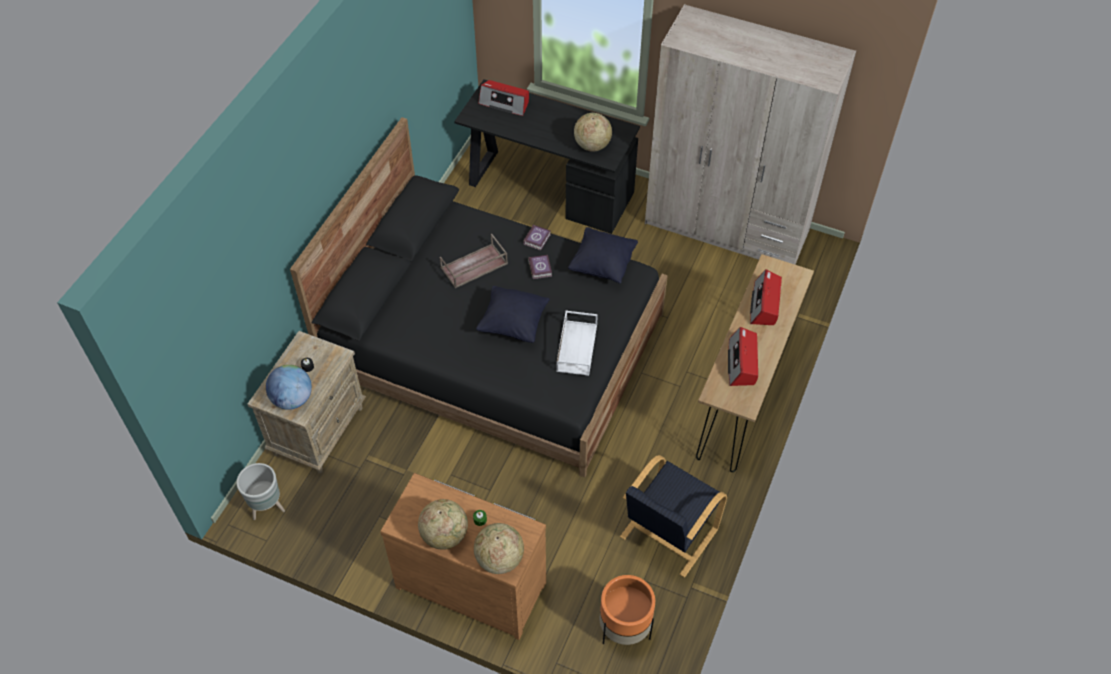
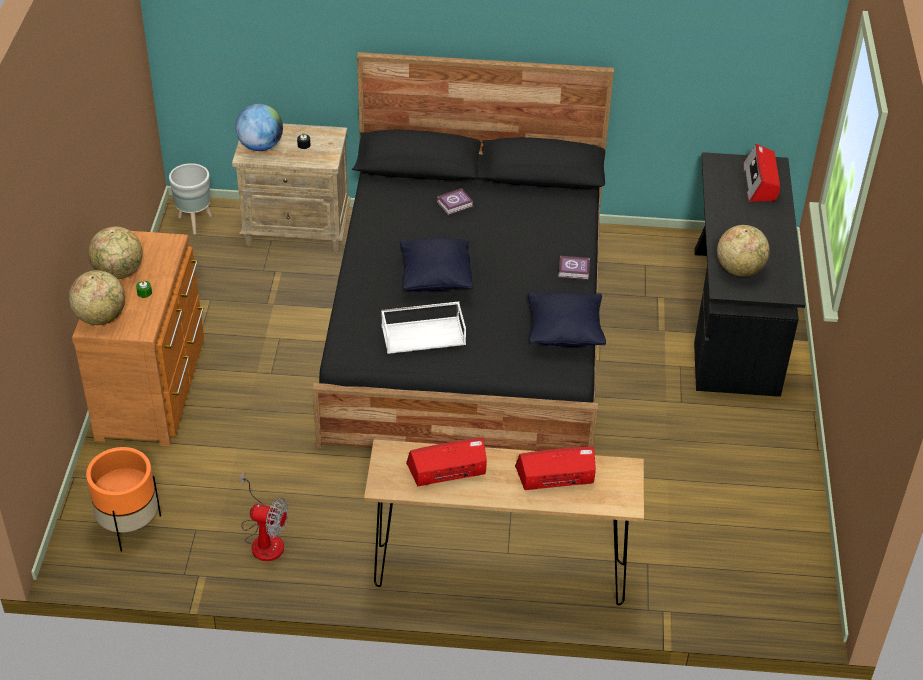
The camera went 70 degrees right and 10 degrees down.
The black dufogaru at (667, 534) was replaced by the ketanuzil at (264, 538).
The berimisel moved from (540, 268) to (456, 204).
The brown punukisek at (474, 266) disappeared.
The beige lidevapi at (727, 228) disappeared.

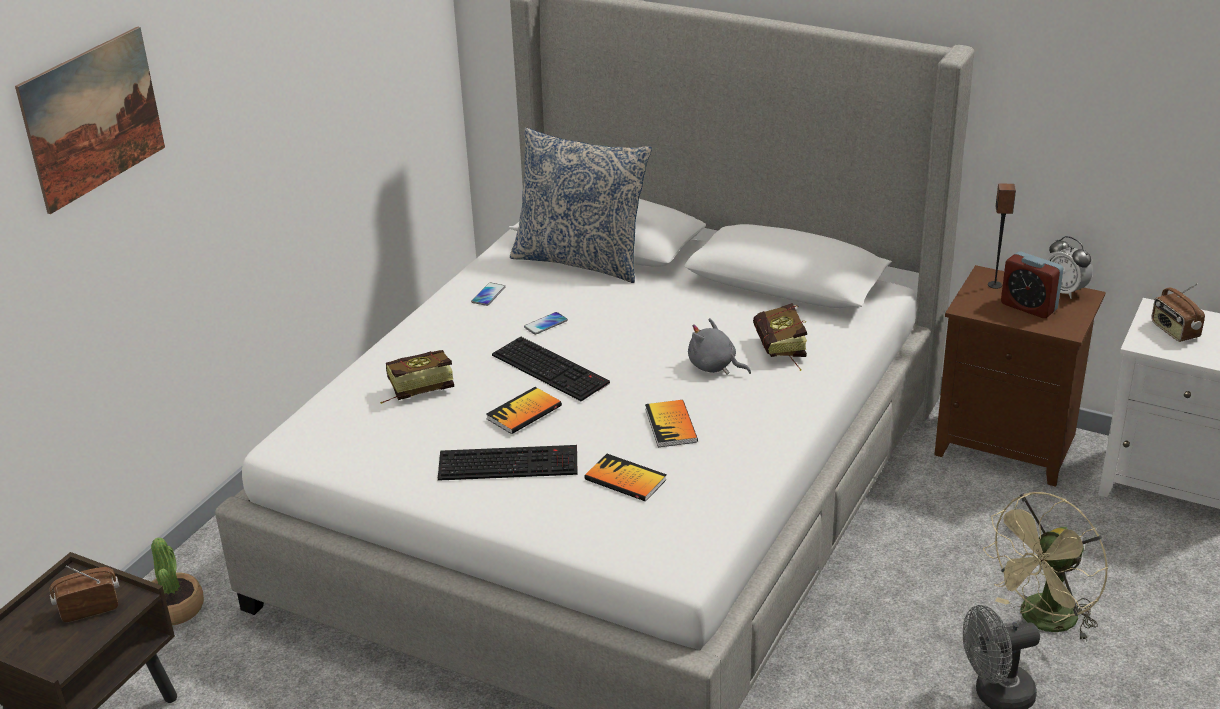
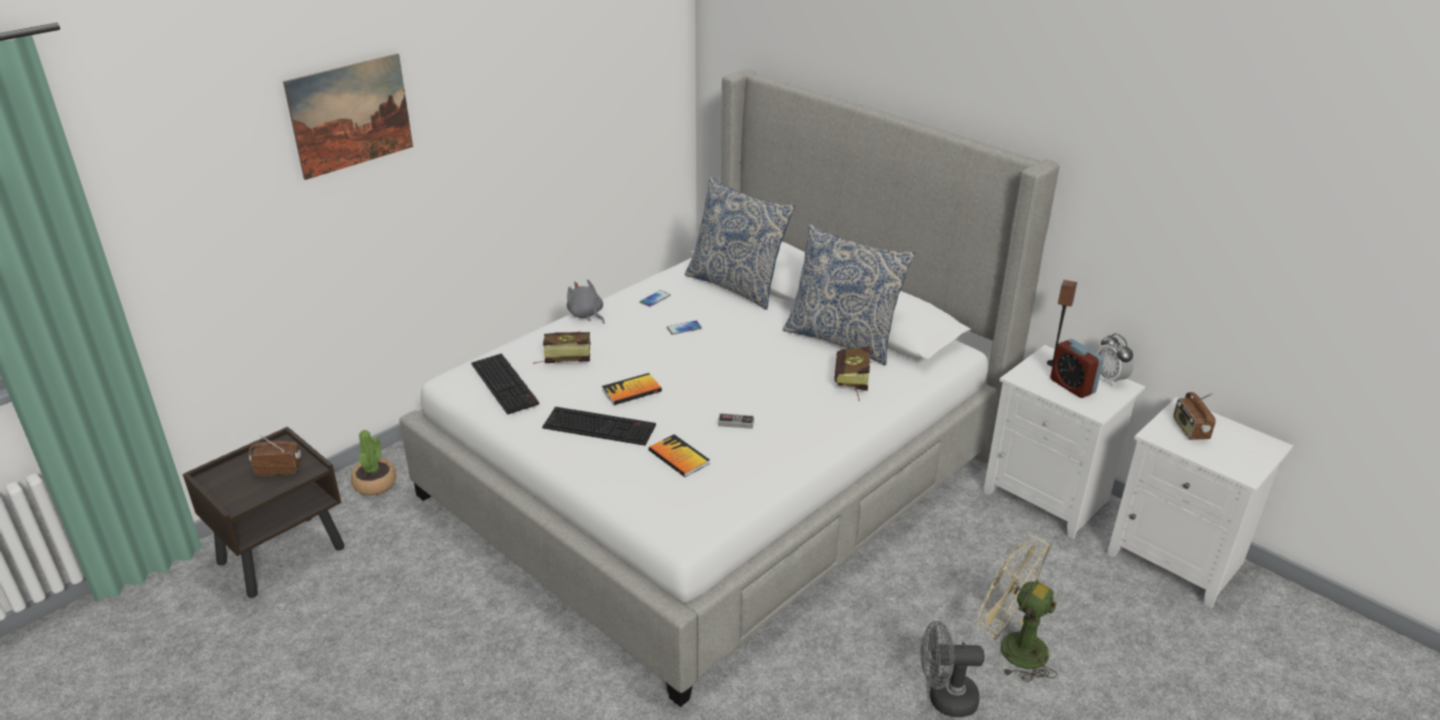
The camera went 15 degrees right and 0 degrees up.
The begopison moved from (552, 369) to (506, 384).
The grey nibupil moved from (714, 367) to (586, 315).
The berimisel at (671, 425) was replaced by the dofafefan at (735, 423).
The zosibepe at (842, 339) appeared.
The beige ketanuzil at (1042, 622) turned 60 degrees clockwise.
The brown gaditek at (1009, 444) became the white gaditek at (1049, 496).

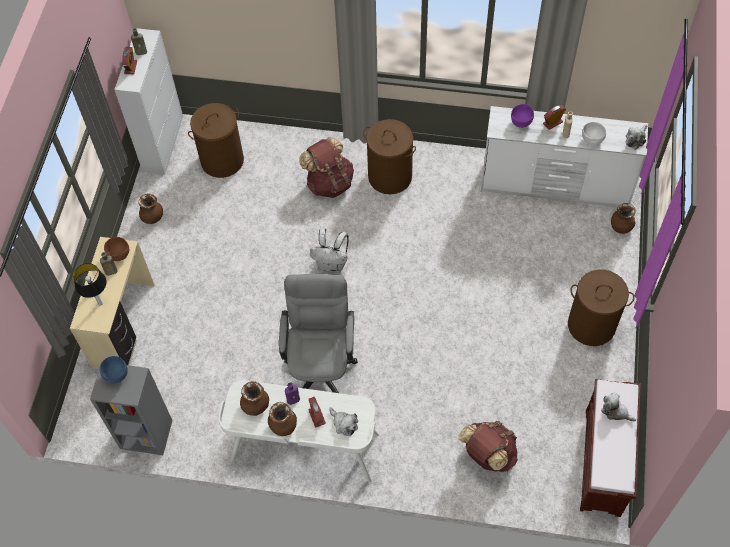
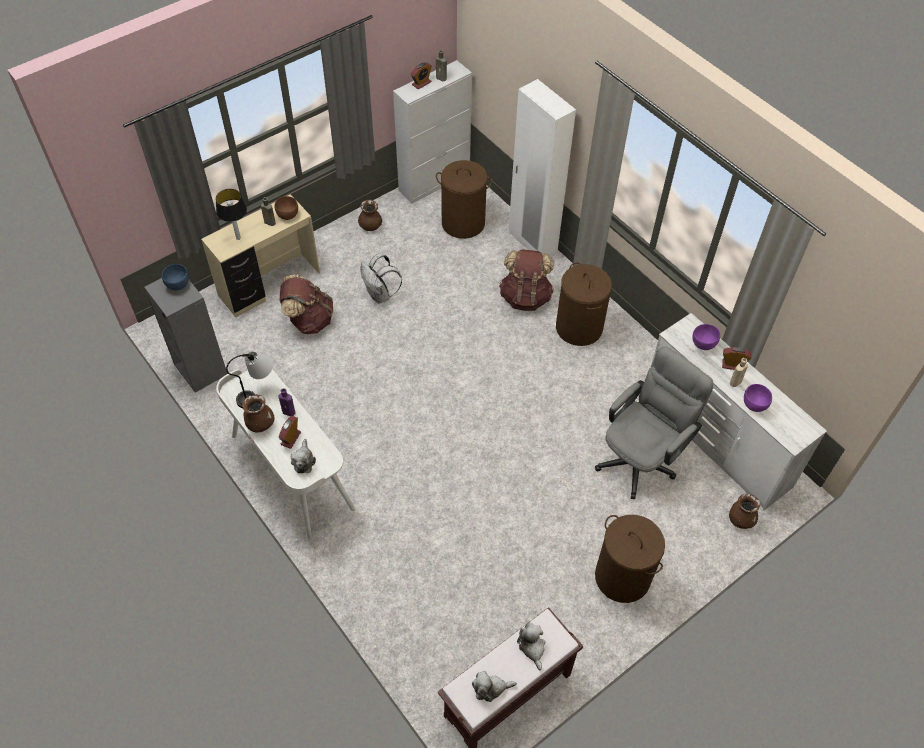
The camera went 40 degrees right and 5 degrees down.
The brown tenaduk at (255, 406) was replaced by the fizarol at (258, 393).
The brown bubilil moved from (487, 455) to (309, 320).
The white bubilil moved from (332, 264) to (380, 295).
The nibupil moved from (635, 139) to (490, 688).
The white lidevapi at (532, 243) appeared.
The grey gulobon moved from (321, 364) to (641, 457).
The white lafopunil at (592, 140) became the purple lafopunil at (754, 405).

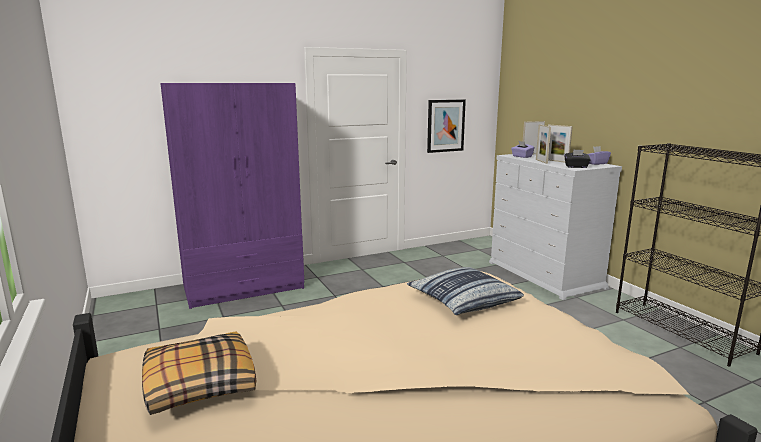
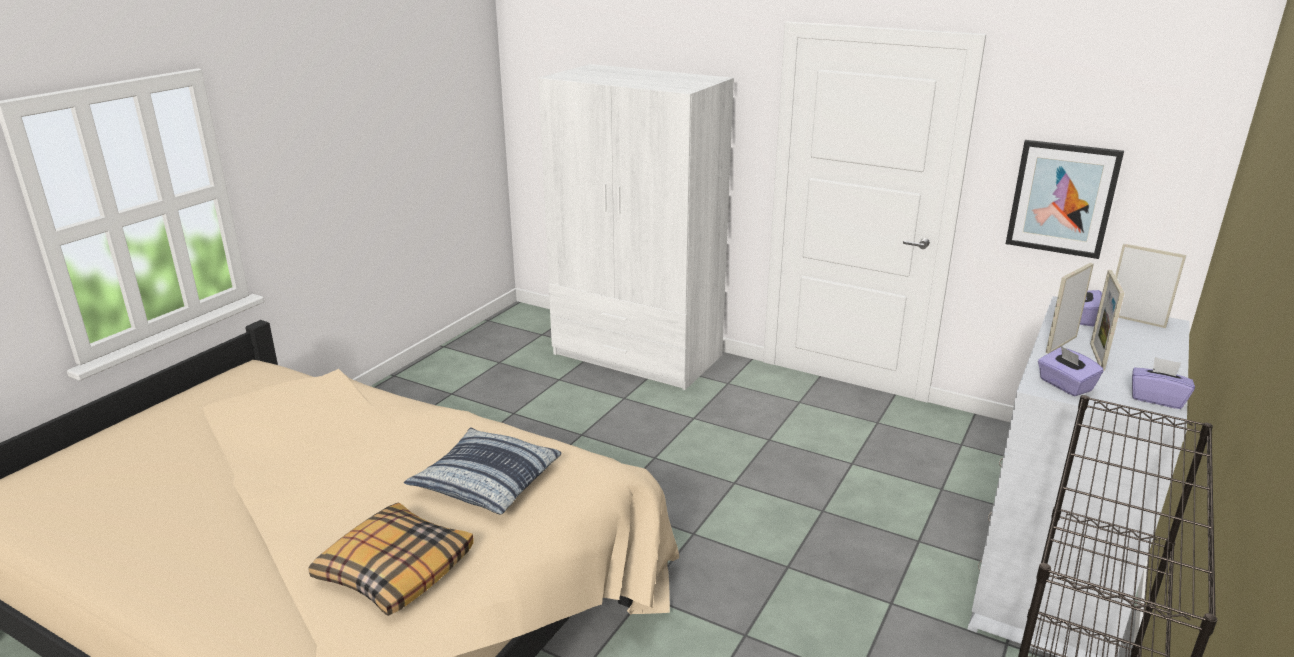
The camera went 55 degrees right and 10 degrees up.
The zosibepe moved from (199, 383) to (395, 570).
The purple lidevapi at (244, 287) became the white lidevapi at (637, 355).
The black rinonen at (576, 167) became the purple rinonen at (1065, 385).

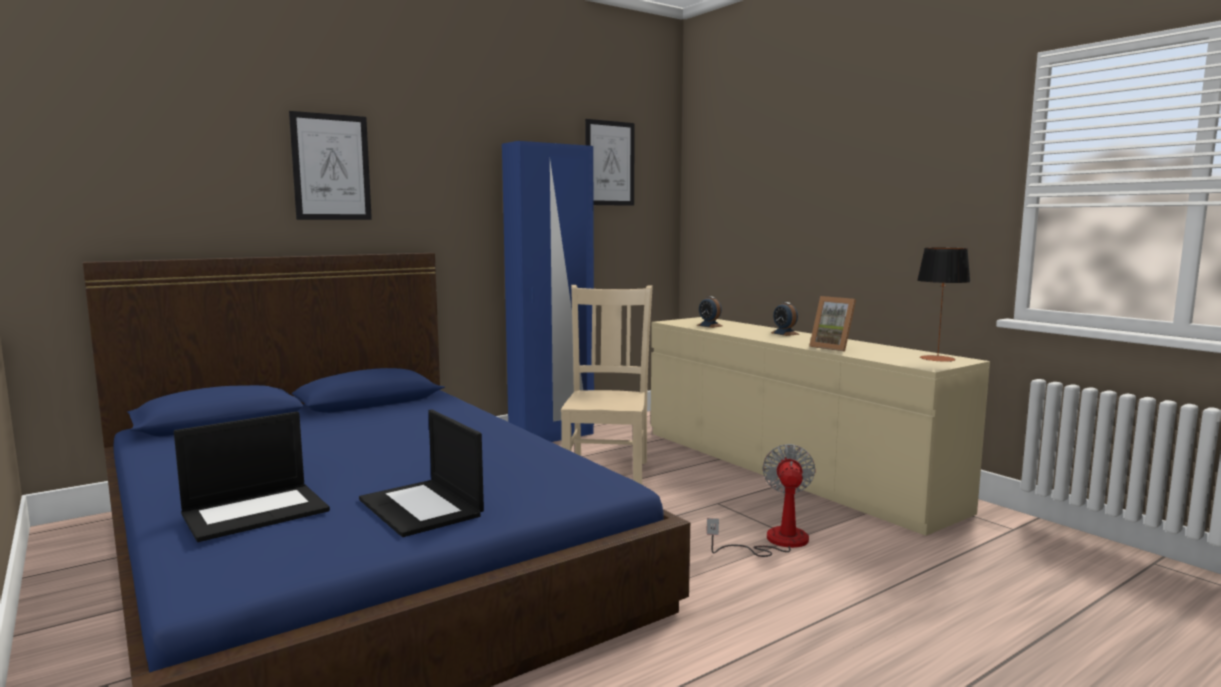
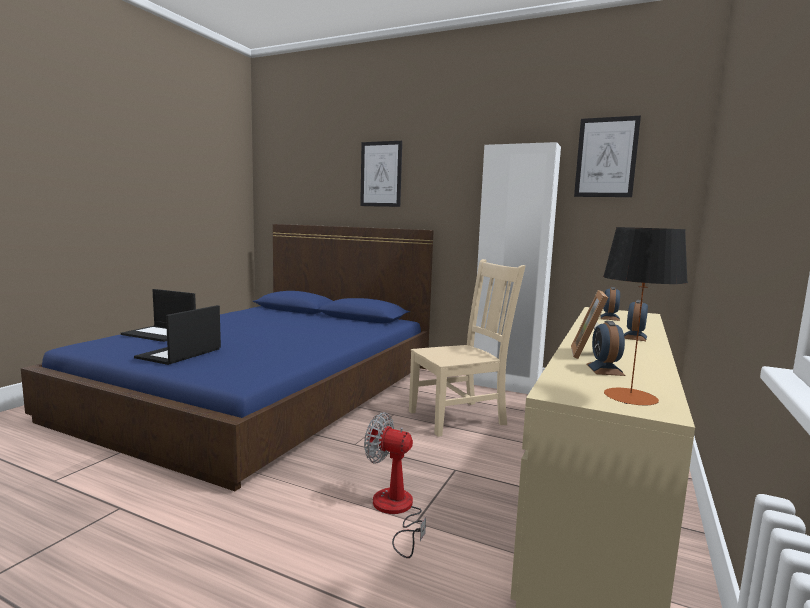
The camera went 60 degrees right and 0 degrees up.
The ketanuzil at (774, 542) turned 135 degrees counterclockwise.
The blue lidevapi at (552, 437) became the white lidevapi at (505, 386).
The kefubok at (605, 369) appeared.

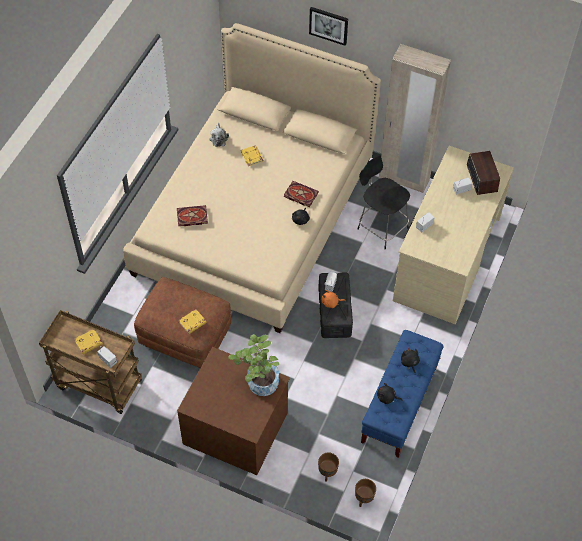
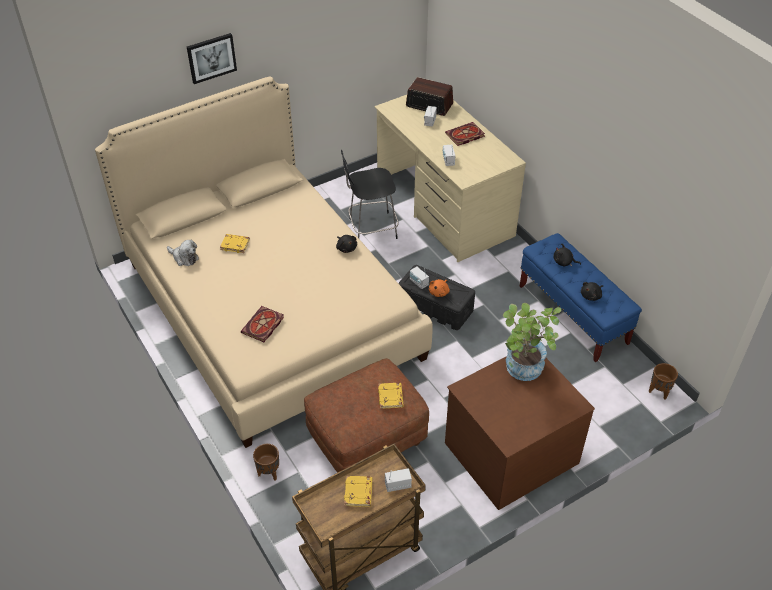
The camera went 55 degrees left and 10 degrees down.
The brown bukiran moved from (327, 473) to (269, 473).
The berimisel moved from (300, 195) to (464, 136).
The beige lidevapi at (403, 179) disappeared.

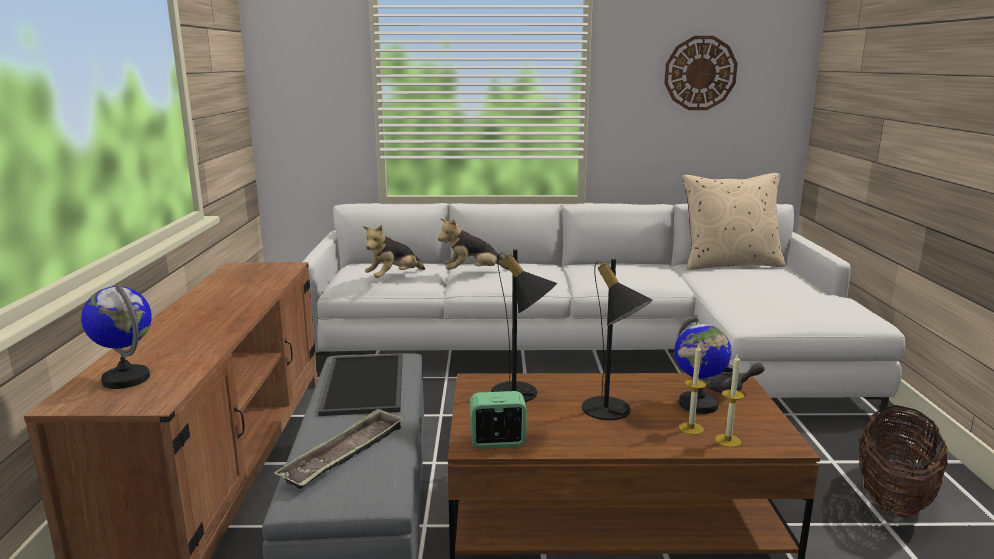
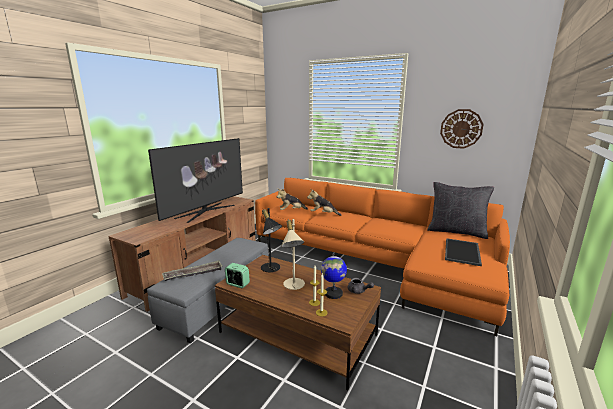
The camera went 30 degrees right and 0 degrees up.
The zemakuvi at (205, 211) appeared.
The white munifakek at (595, 353) became the orange munifakek at (376, 261).
The black fizarol at (612, 413) became the beige fizarol at (293, 286).
The beige zosibepe at (729, 264) became the black zosibepe at (456, 232).
The punukisek moved from (366, 384) to (463, 252).
The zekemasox at (126, 379) disappeared.
The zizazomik at (893, 498) disappeared.

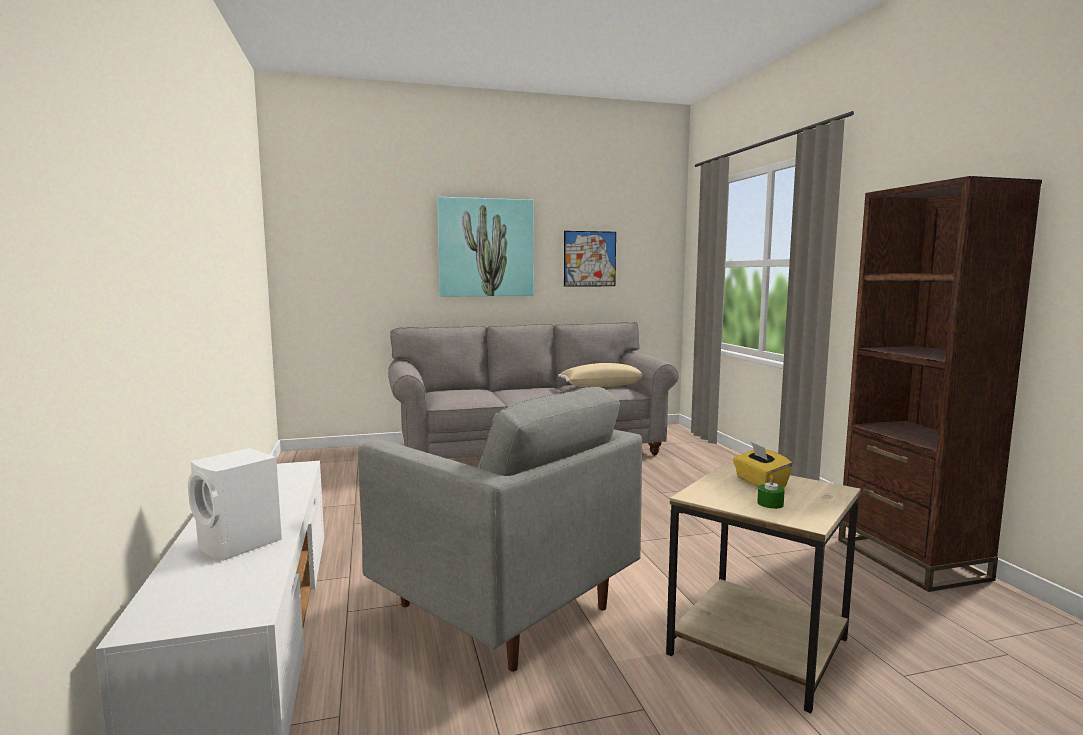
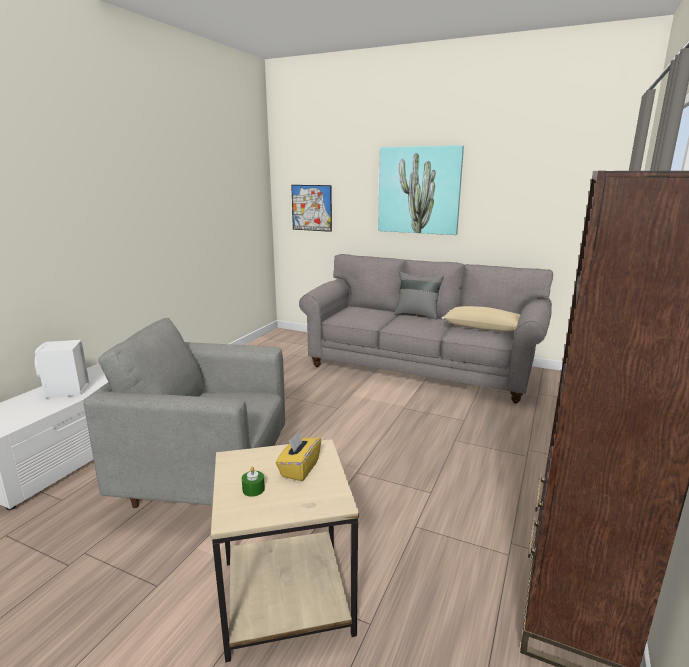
The camera went 40 degrees right and 10 degrees up.
The grey dufogaru at (504, 608) turned 105 degrees clockwise.
The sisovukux moved from (589, 259) to (311, 208).
The grey zosibepe at (417, 315) appeared.

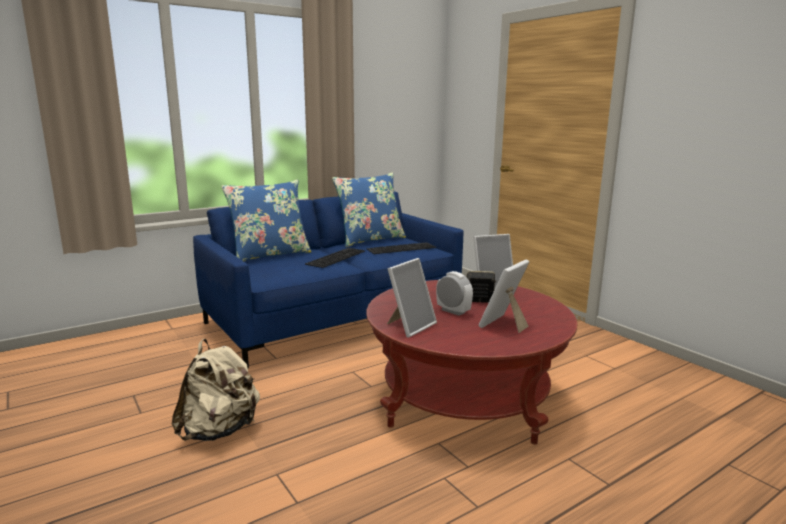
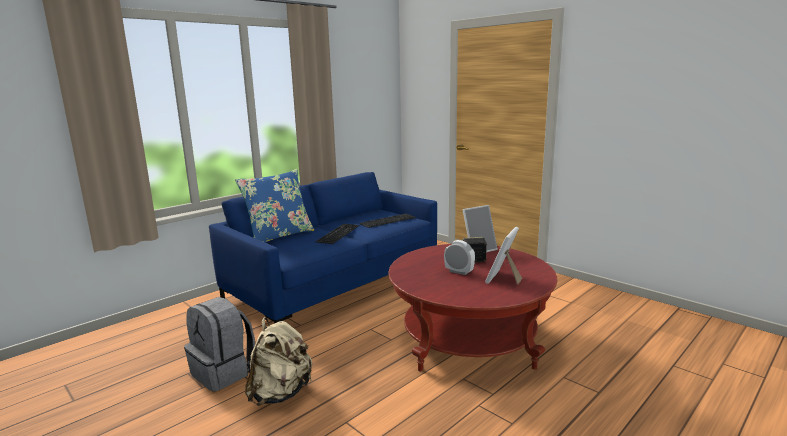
The camera went 10 degrees left and 0 degrees up.
The grey bubilil at (224, 372) appeared.
The blue zosibepe at (370, 239) disappeared.
The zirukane at (410, 326) disappeared.

